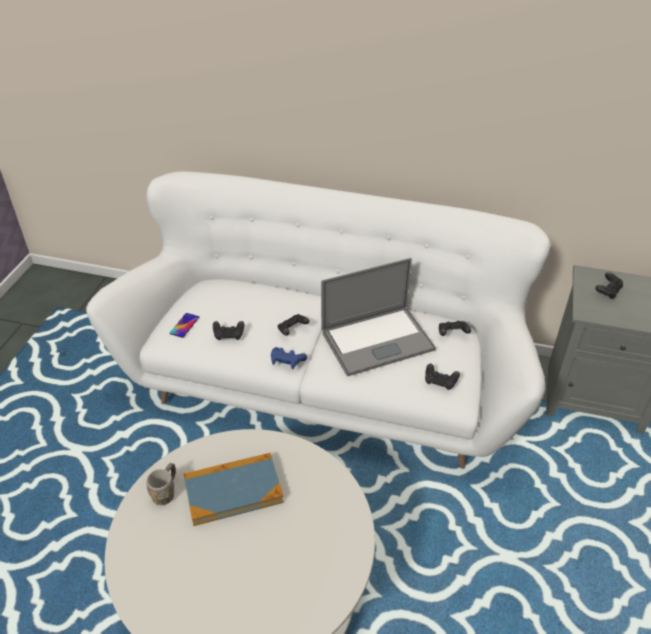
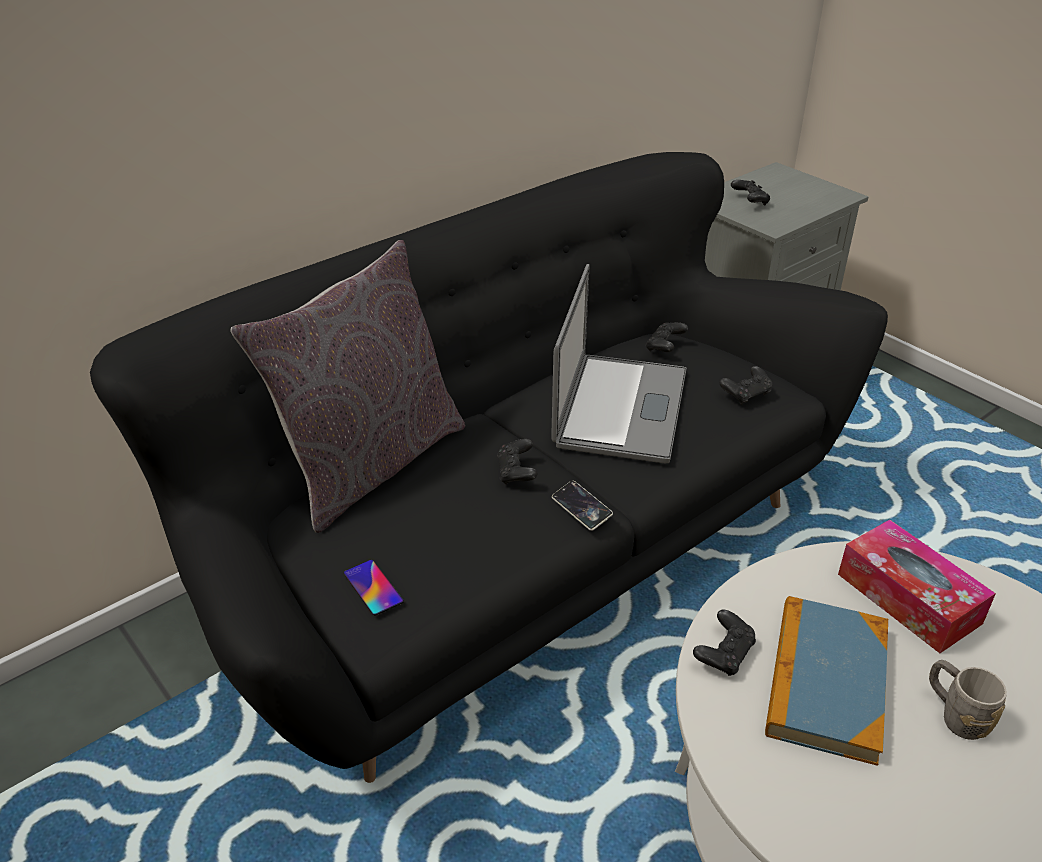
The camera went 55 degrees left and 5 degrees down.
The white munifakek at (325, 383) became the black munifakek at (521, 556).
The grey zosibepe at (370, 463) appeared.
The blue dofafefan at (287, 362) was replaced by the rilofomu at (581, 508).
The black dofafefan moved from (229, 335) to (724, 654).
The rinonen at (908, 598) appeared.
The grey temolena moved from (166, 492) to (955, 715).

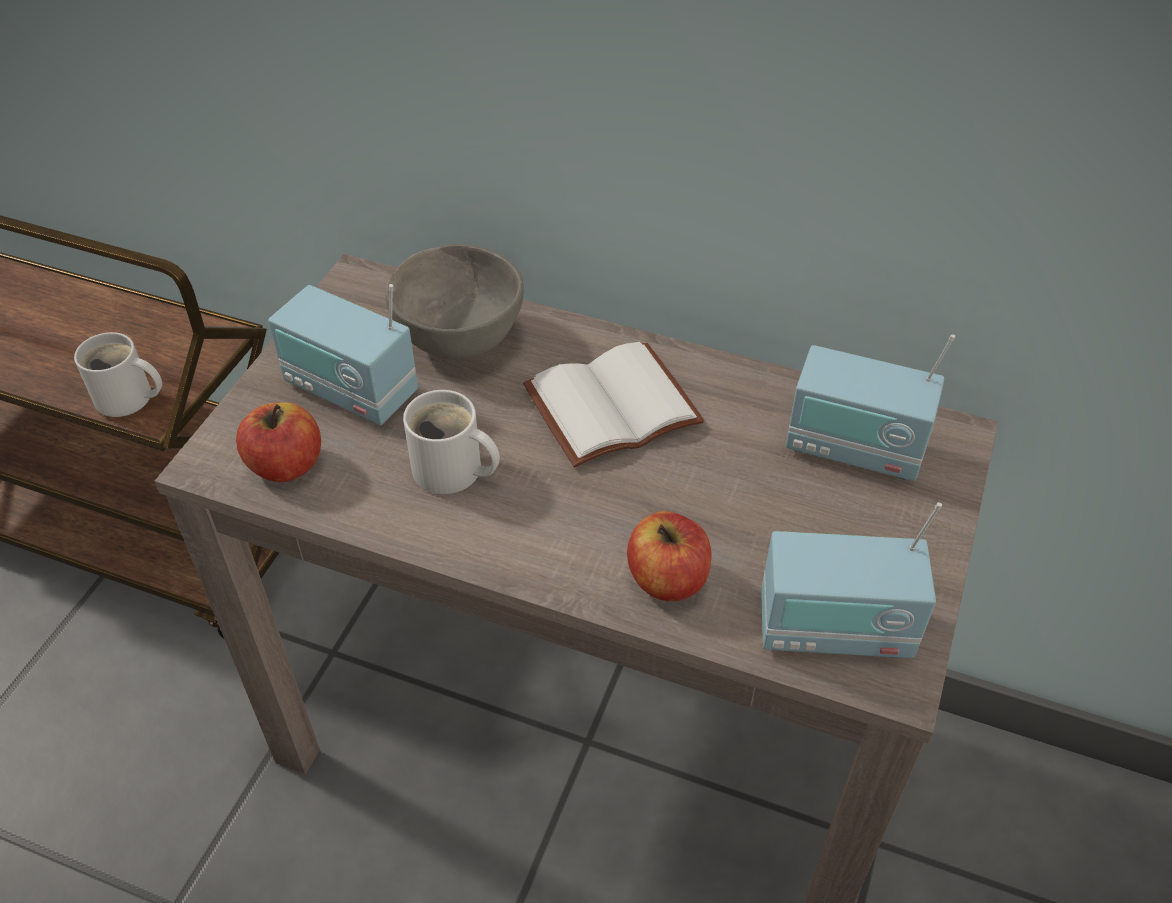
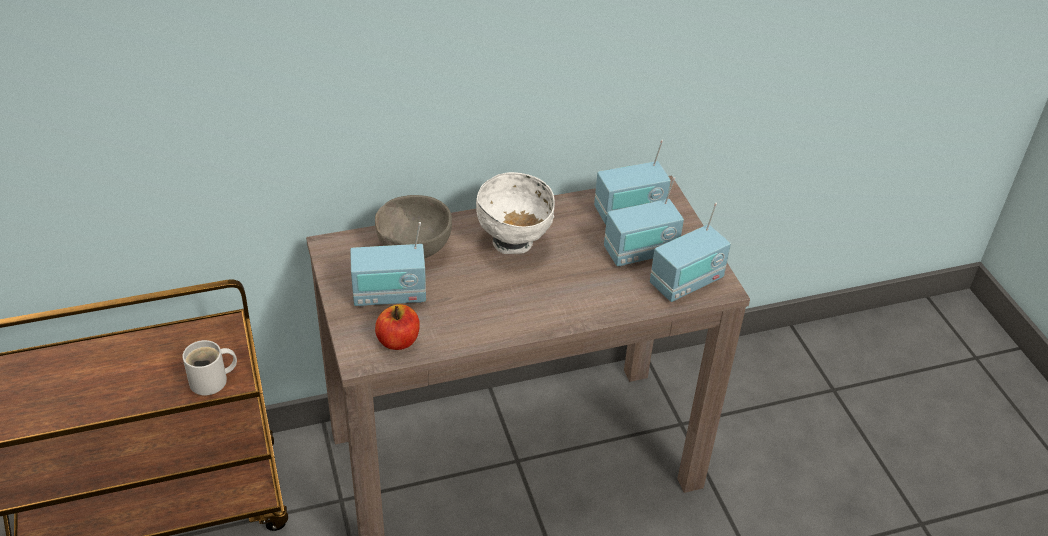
The camera went 40 degrees left and 5 degrees down.
The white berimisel at (612, 403) was replaced by the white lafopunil at (514, 242).
The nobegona at (640, 252) appeared.
The white temolena at (452, 472) disappeared.
The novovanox at (667, 579) disappeared.

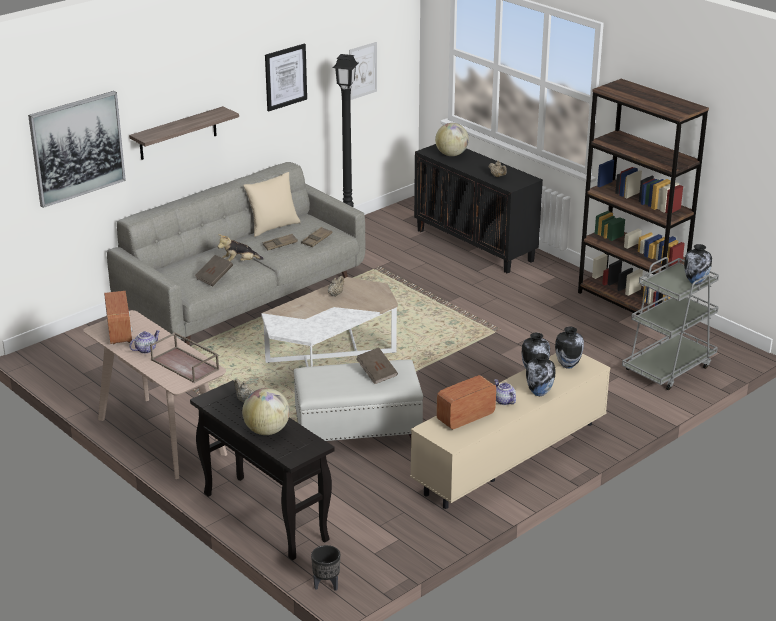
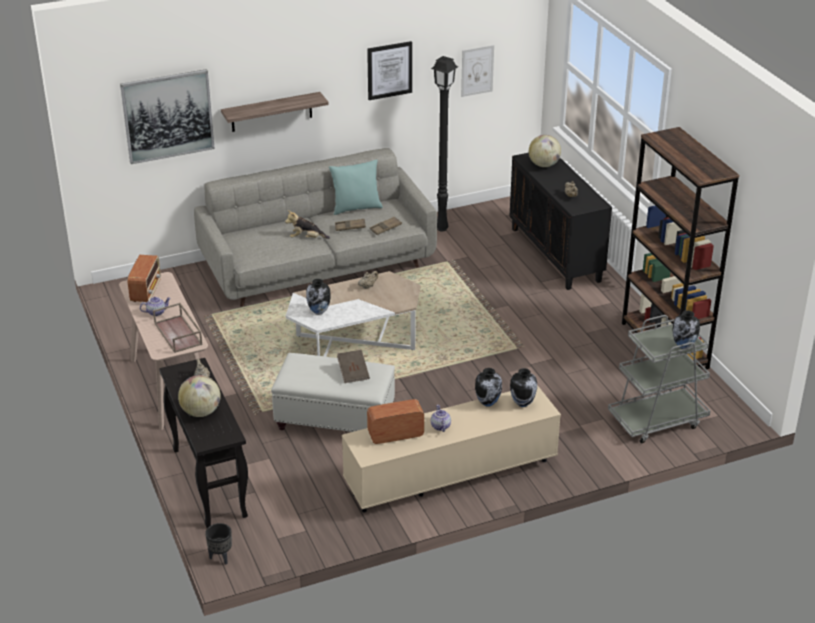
The camera went 20 degrees right and 5 degrees up.
The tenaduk moved from (539, 393) to (319, 311).
The beige zosibepe at (273, 227) became the turquoise zosibepe at (356, 208).
The brown berimisel at (214, 278) disappeared.

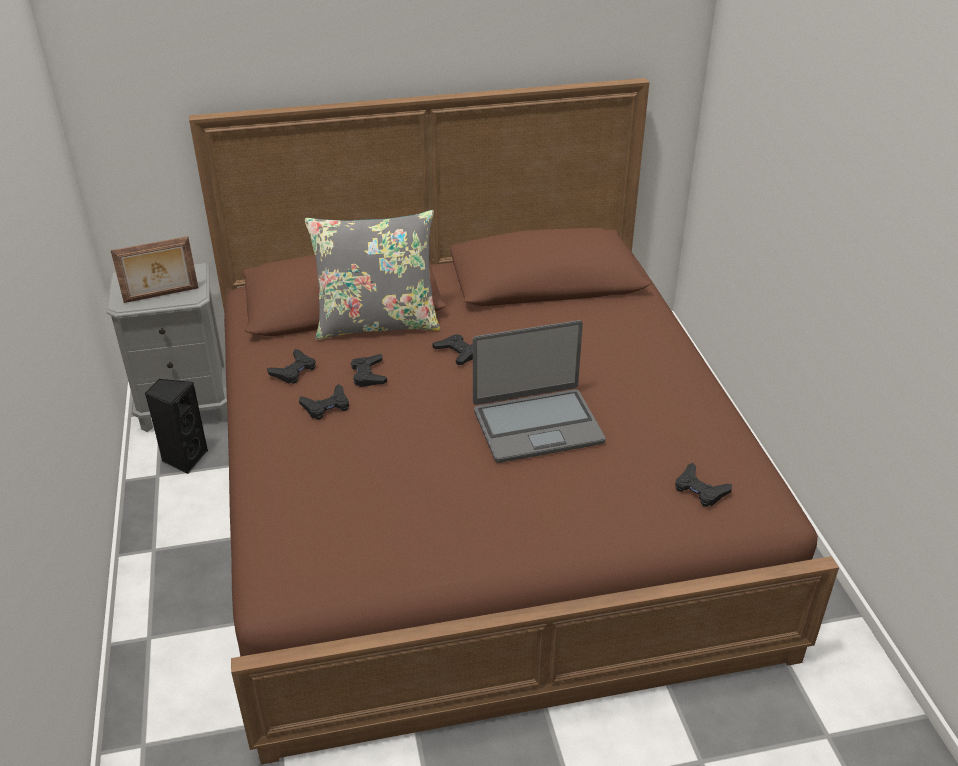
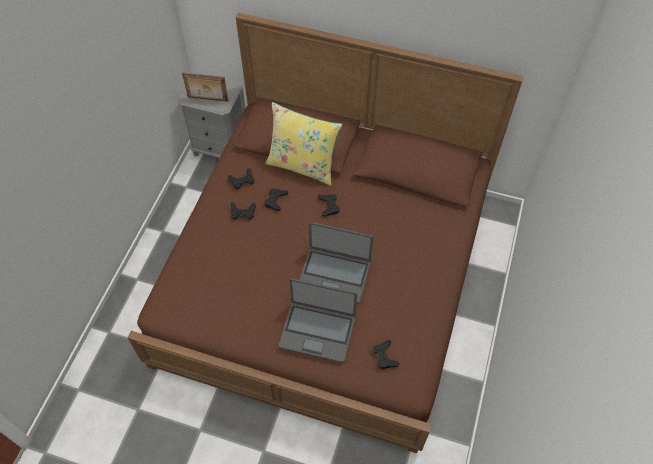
The camera went 30 degrees right and 20 degrees up.
The grey zosibepe at (377, 323) became the yellow zosibepe at (303, 165).
The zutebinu at (317, 331) appeared.
The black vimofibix at (184, 458) disappeared.

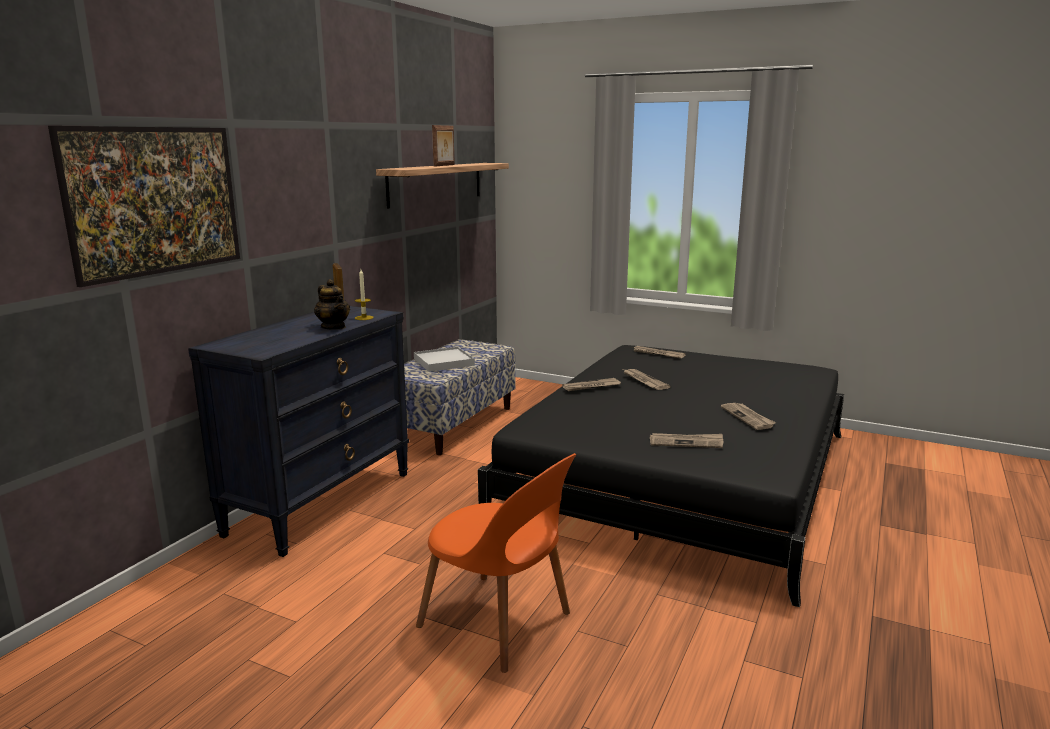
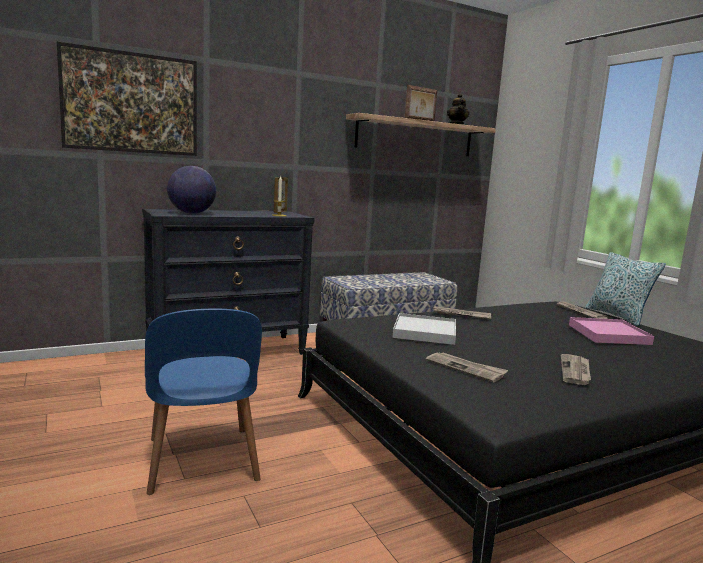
The camera went 35 degrees right and 5 degrees down.
The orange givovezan at (499, 623) became the blue givovezan at (202, 462).
The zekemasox at (191, 213) appeared.
The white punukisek moved from (444, 362) to (425, 332).
The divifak moved from (333, 327) to (457, 124).
The pink punukisek at (608, 334) appeared.
The zosibepe at (617, 316) appeared.
The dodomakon at (644, 381) disappeared.

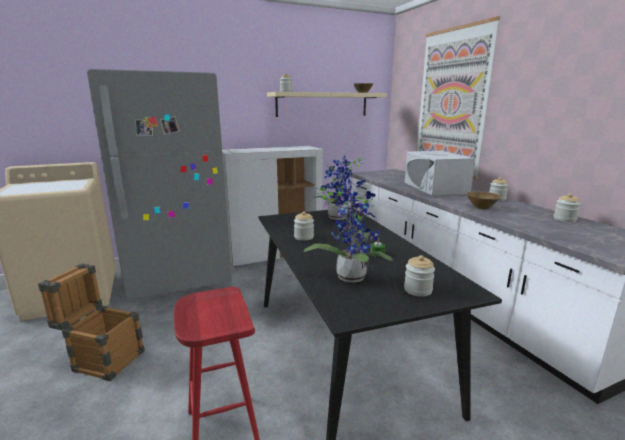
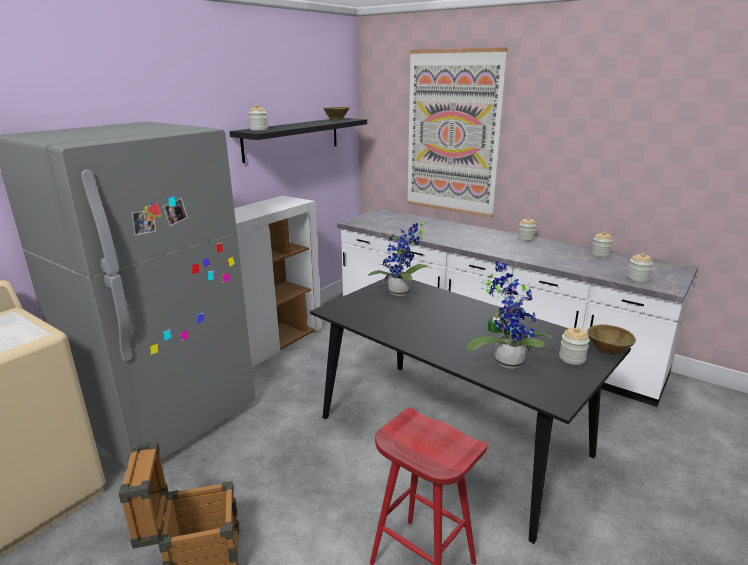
The camera went 30 degrees left and 5 degrees up.
The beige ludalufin at (322, 104) became the black ludalufin at (292, 138).
The brown lafopunil moved from (481, 207) to (607, 351).
The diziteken moved from (304, 237) to (638, 279).
The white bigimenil at (435, 188) disappeared.

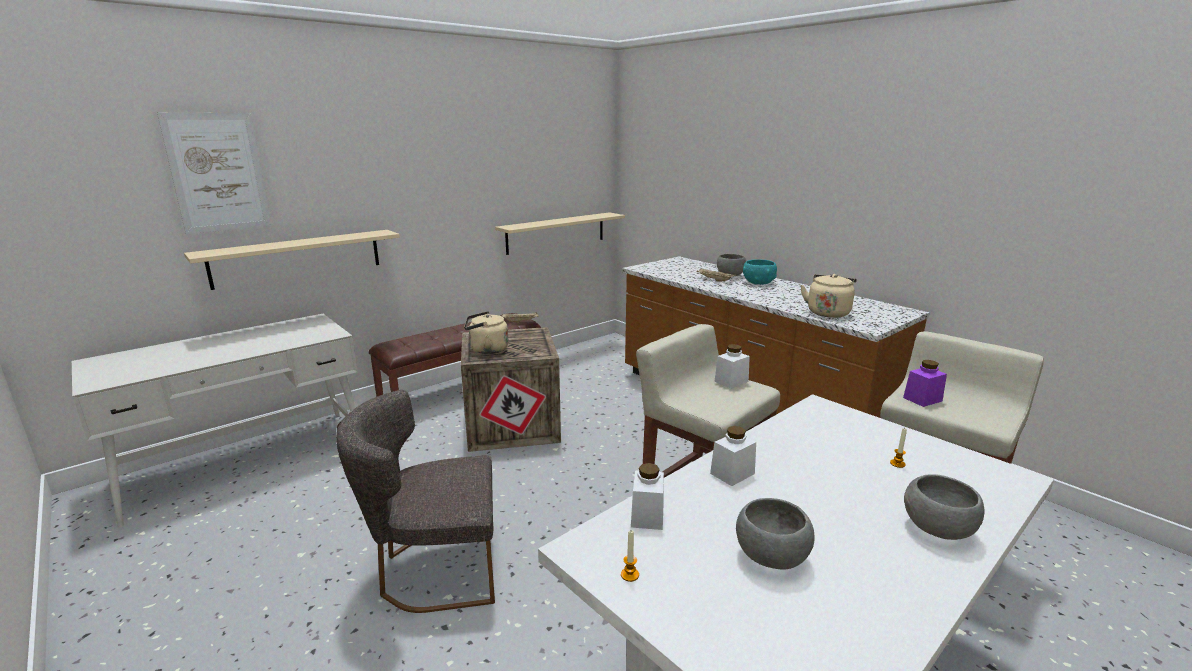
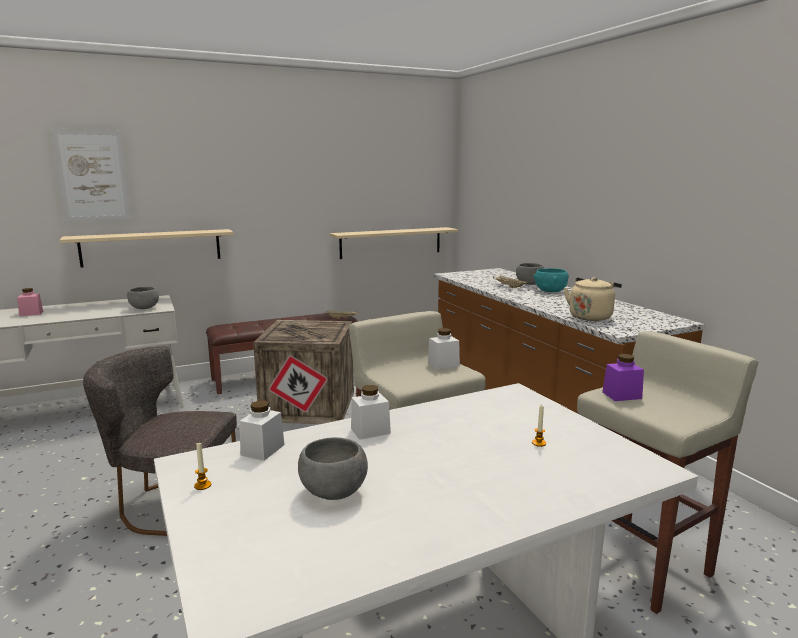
The camera went 15 degrees right and 5 degrees down.
The pink diziteken at (31, 313) appeared.
The grey lafopunil moved from (936, 530) to (144, 308).
The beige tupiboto at (486, 349) disappeared.

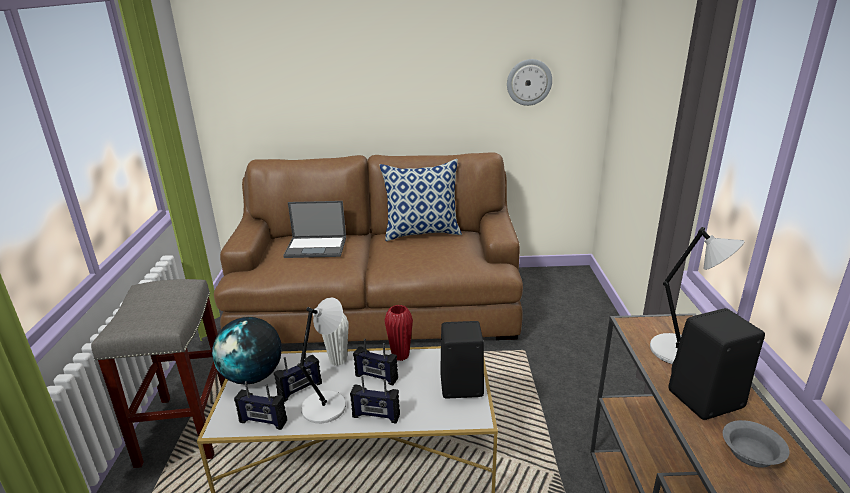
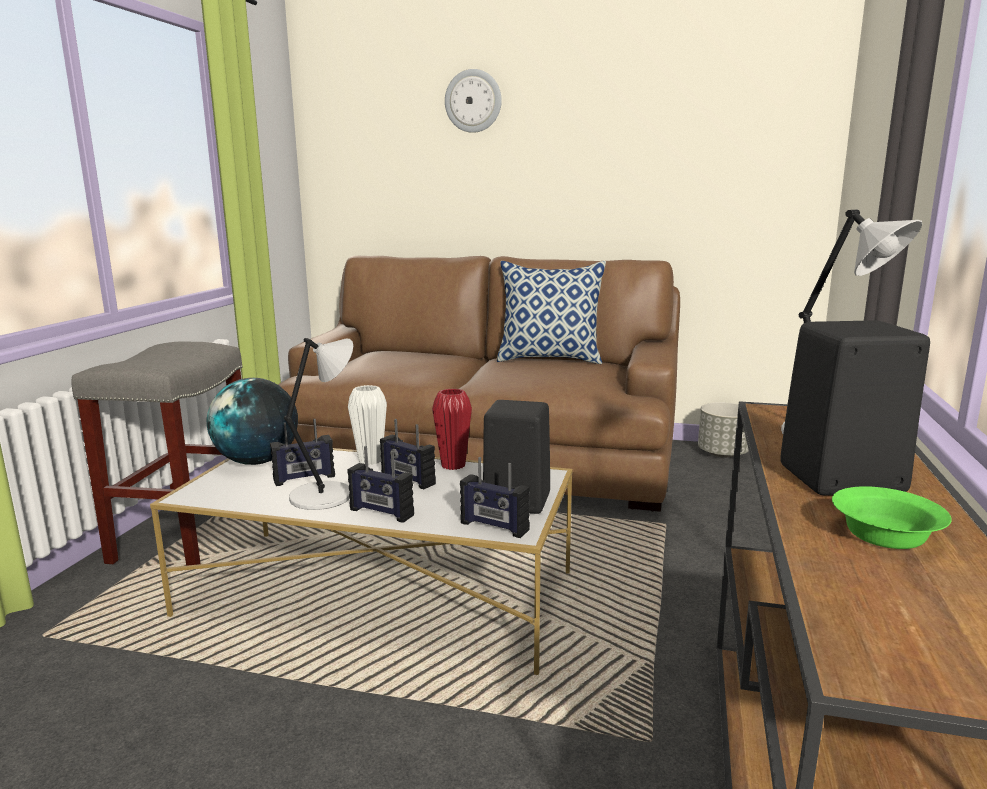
The camera went 15 degrees right and 10 degrees down.
The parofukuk moved from (529, 82) to (473, 101).
The nobegona moved from (263, 422) to (494, 527).
The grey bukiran at (723, 453) appeared.
The grey lafopunil at (752, 454) became the green lafopunil at (888, 536).
The zutebinu at (317, 247) disappeared.

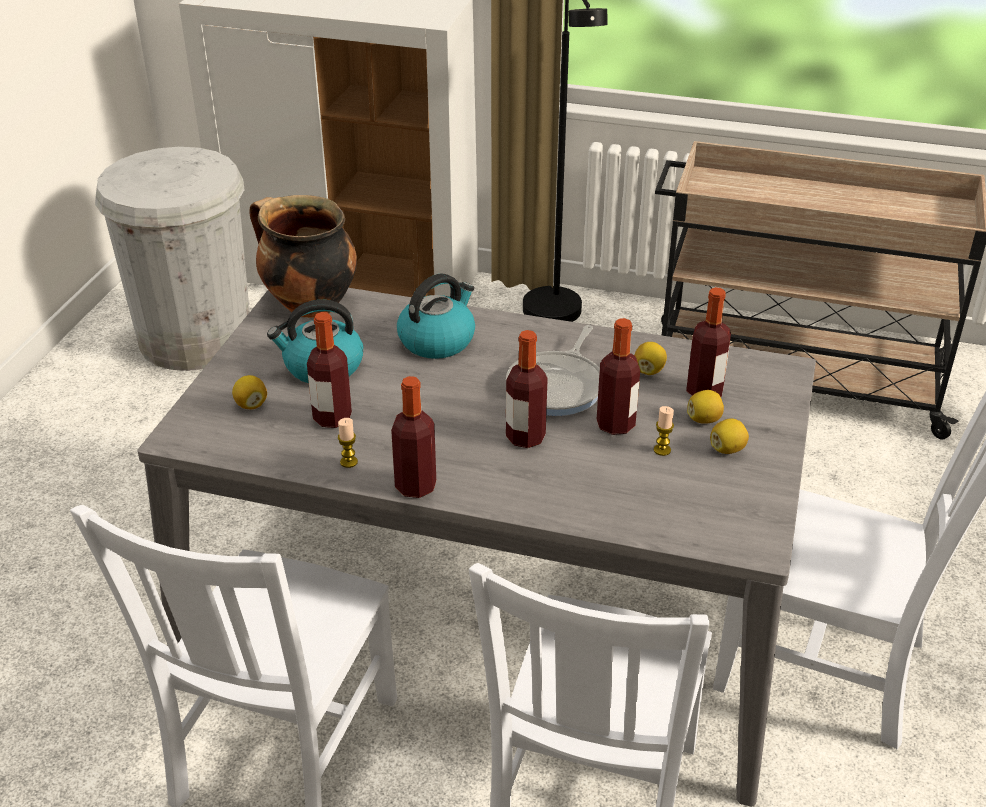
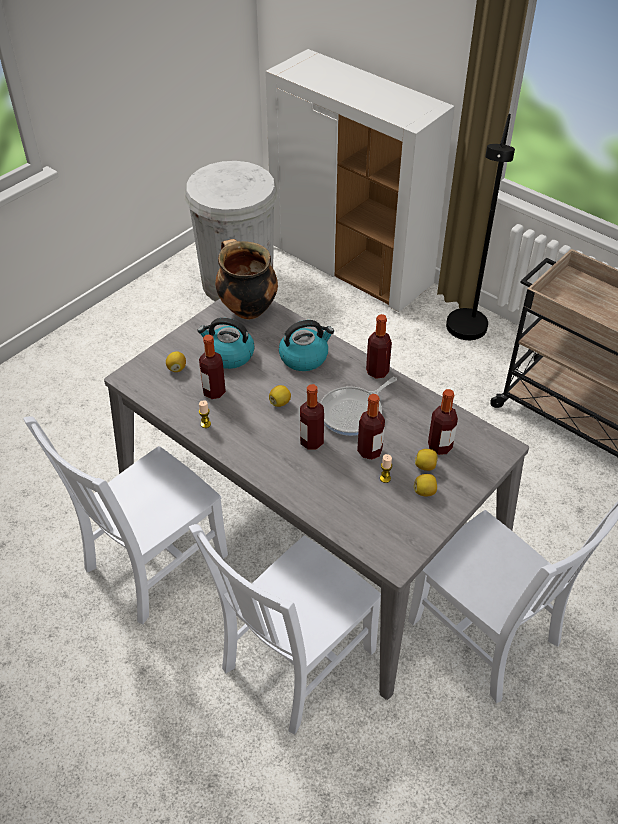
The camera went 25 degrees right and 10 degrees up.
The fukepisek moved from (649, 370) to (280, 402).
The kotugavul moved from (415, 486) to (377, 371).

